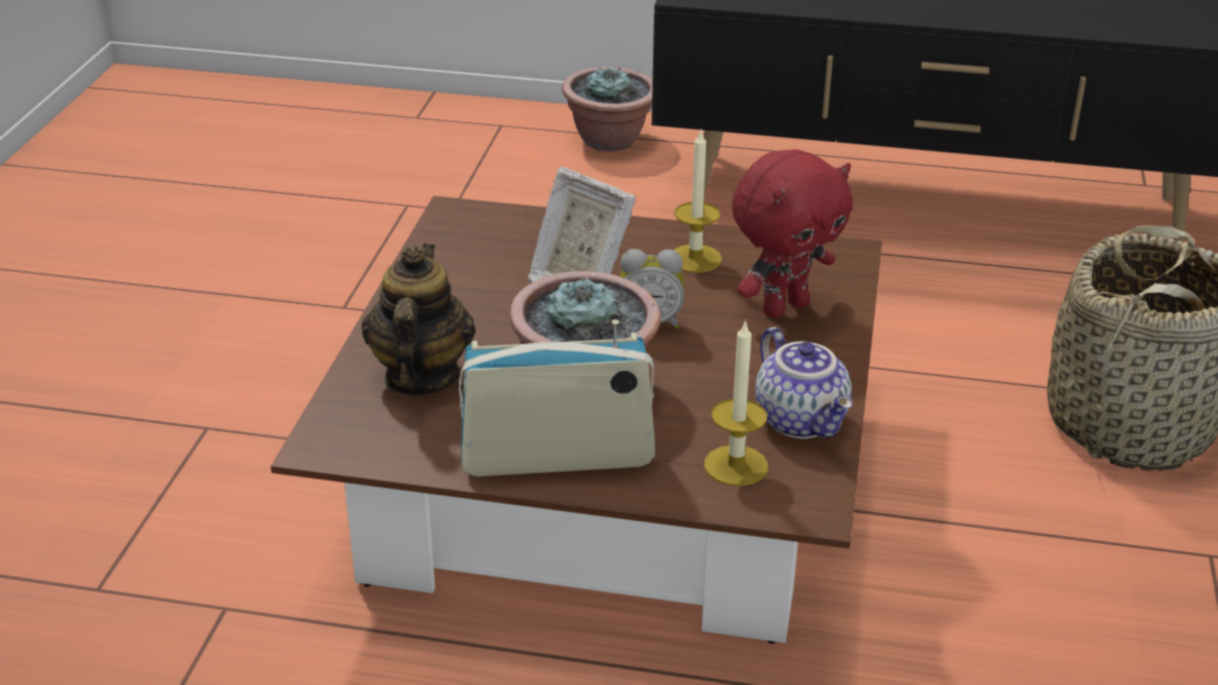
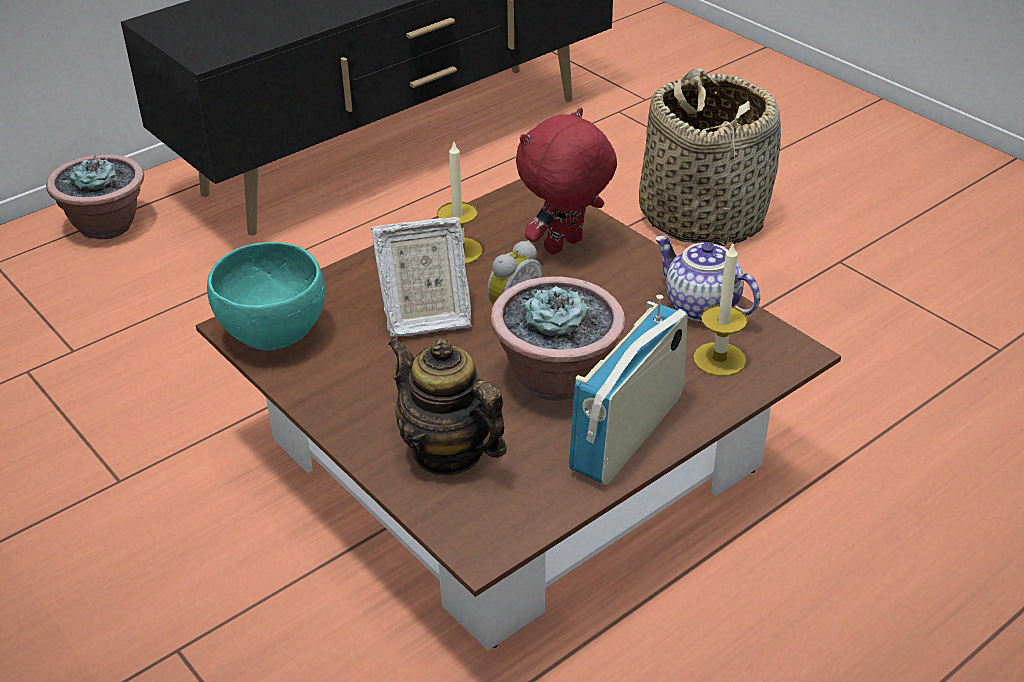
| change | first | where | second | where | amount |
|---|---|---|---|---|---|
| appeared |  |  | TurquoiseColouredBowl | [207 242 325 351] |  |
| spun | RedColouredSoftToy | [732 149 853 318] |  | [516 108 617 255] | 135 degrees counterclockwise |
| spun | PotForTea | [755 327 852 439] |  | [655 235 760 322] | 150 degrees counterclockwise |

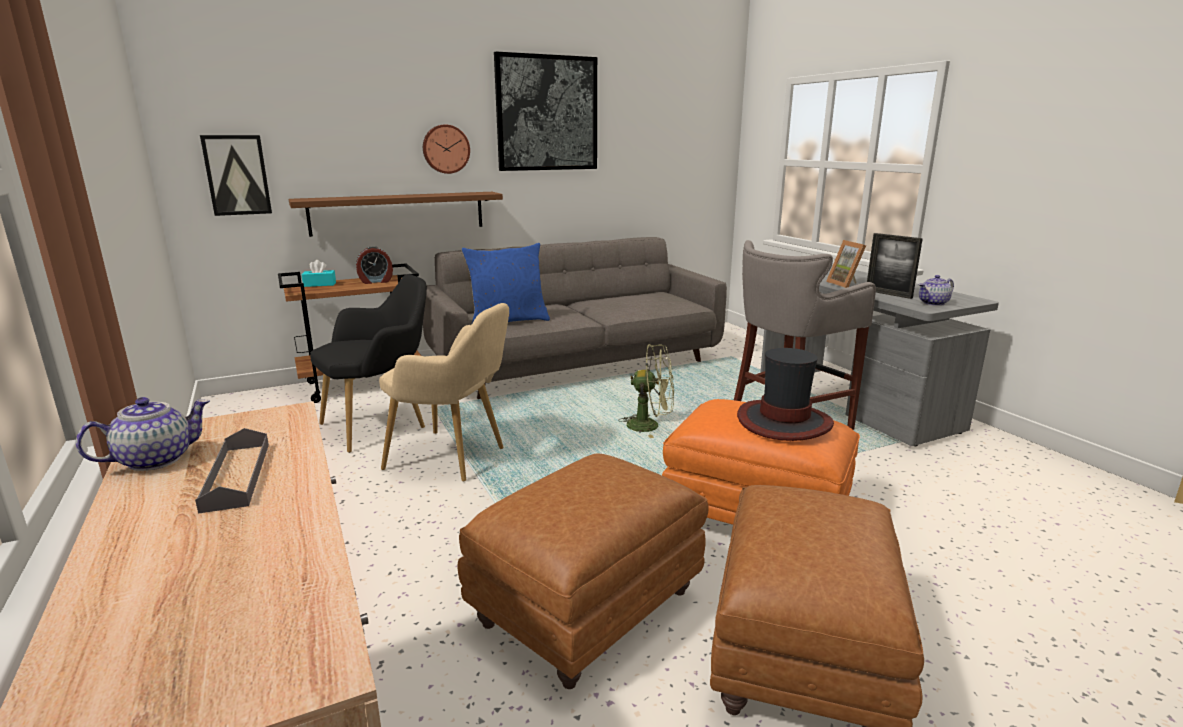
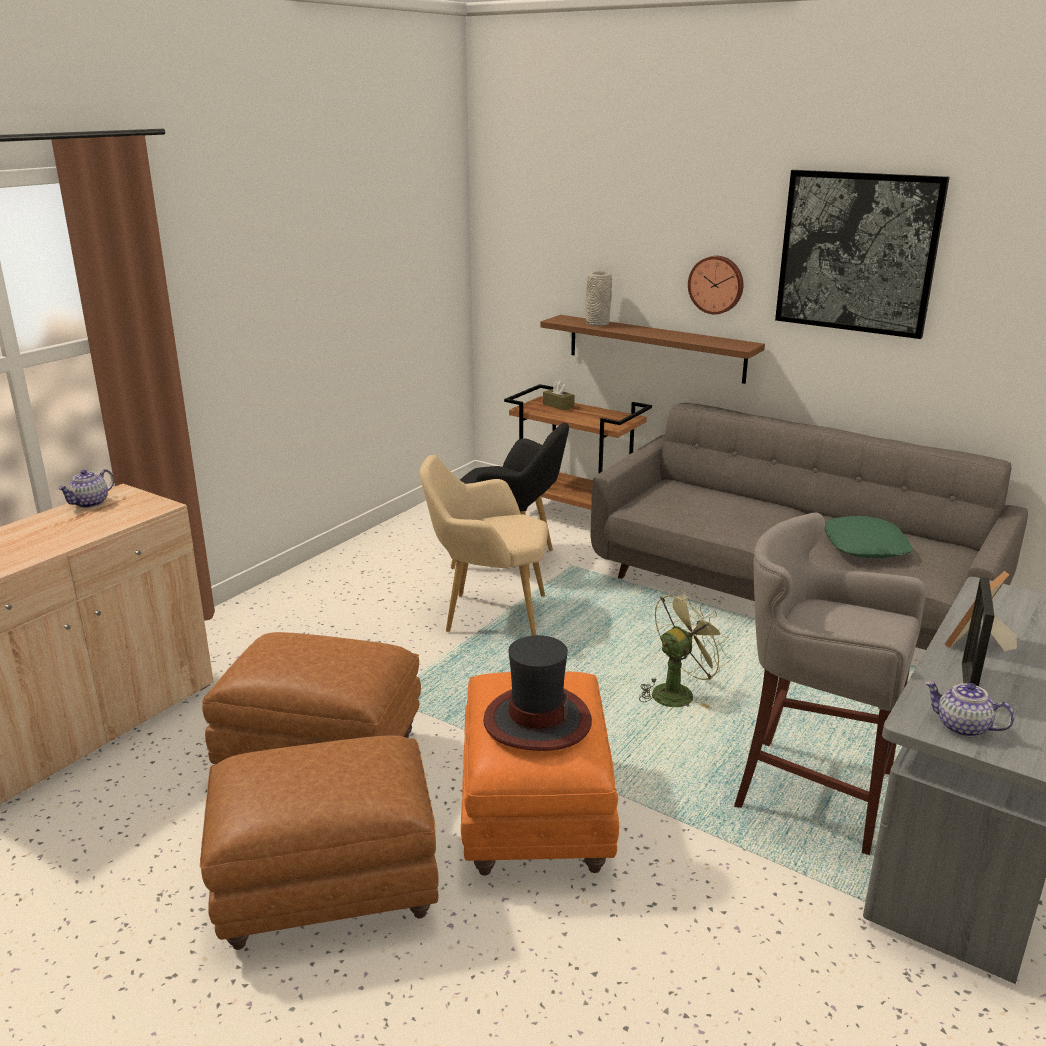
| change | first | where | second | where | amount |
|---|---|---|---|---|---|
| spun | PotForTea | [76 397 210 471] |  | [57 469 114 508] | 105 degrees clockwise |
| spun | SandColouredLoungeChair | [379 303 509 482] |  | [420 455 548 636] | 105 degrees clockwise |
| colour | TurquoiseColouredBoxOfTissues | [302 260 336 287] | BrownBoxOfTissues | [543 381 575 410] |  |
| appeared |  |  | GrayDecorativeVase | [586 271 612 326] |  |
| spun | GreenishElectricFan | [618 344 674 438] |  | [639 590 730 709] | 105 degrees counterclockwise |
| appeared |  |  | GreenishCushion | [824 516 913 558] |  |
| missing | GrayServingTray | [195 428 269 514] |  |  |  |
| missing | WallArt | [200 135 272 216] |  |  |  |
| missing | TableClock | [356 246 393 284] |  |  |  |
| missing | BlueColouredCushion | [462 243 550 323] |  |  |  |

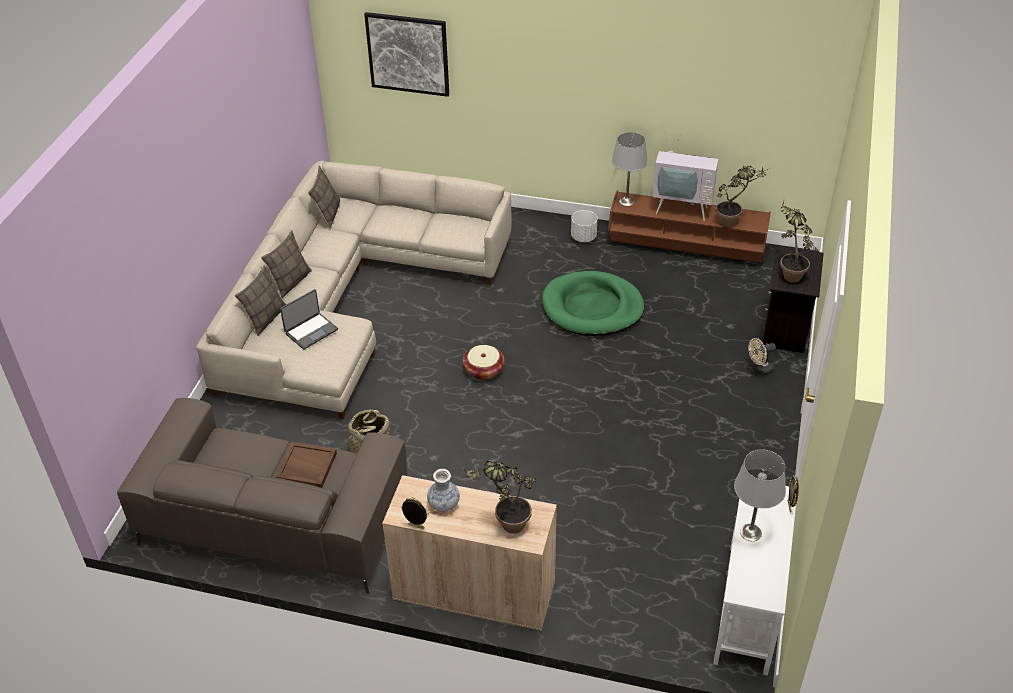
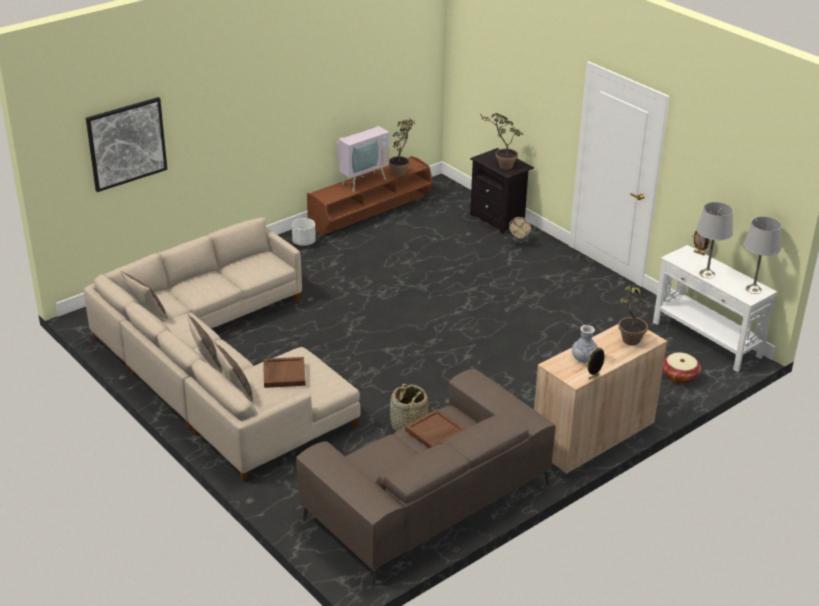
| change | first | where | second | where | amount |
|---|---|---|---|---|---|
| exchanged | PortableComputer | [280 289 338 349] | BrownServingTray | [263 357 306 388] |  |
| relocated | HouseholdBasket | [463 345 504 380] |  | [663 352 701 384] |  |
| relocated | GrayTabletopLamp | [612 132 648 206] |  | [743 217 782 294] |  |
| missing | GreenishDogBed | [542 271 644 336] |  |  |  |

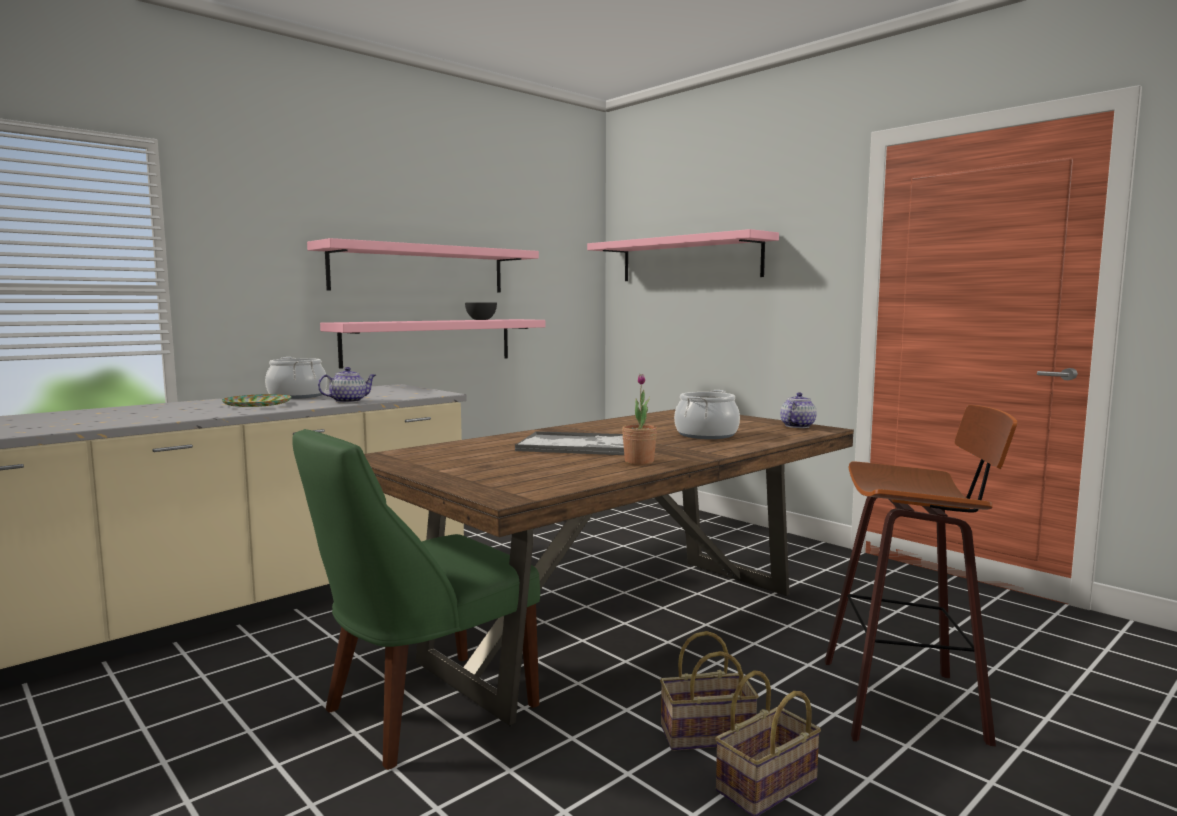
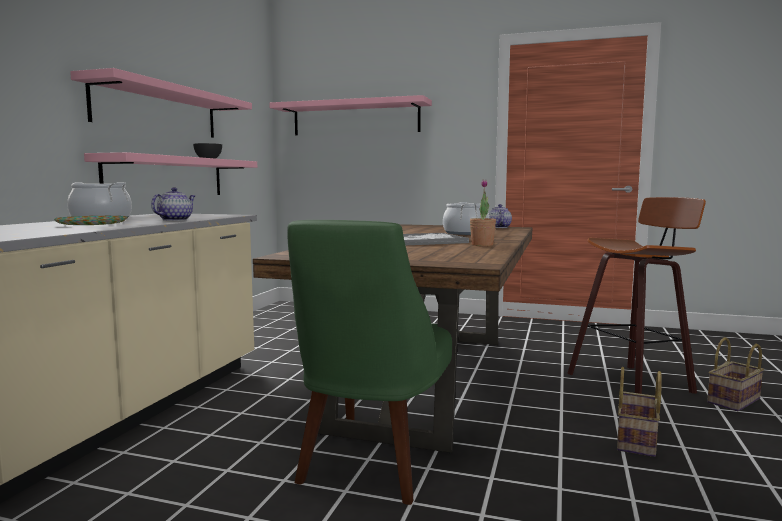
| change | first | where | second | where | amount |
|---|---|---|---|---|---|
| relocated | HouseholdBasket | [660 631 759 751] |  | [707 337 764 411] |  |

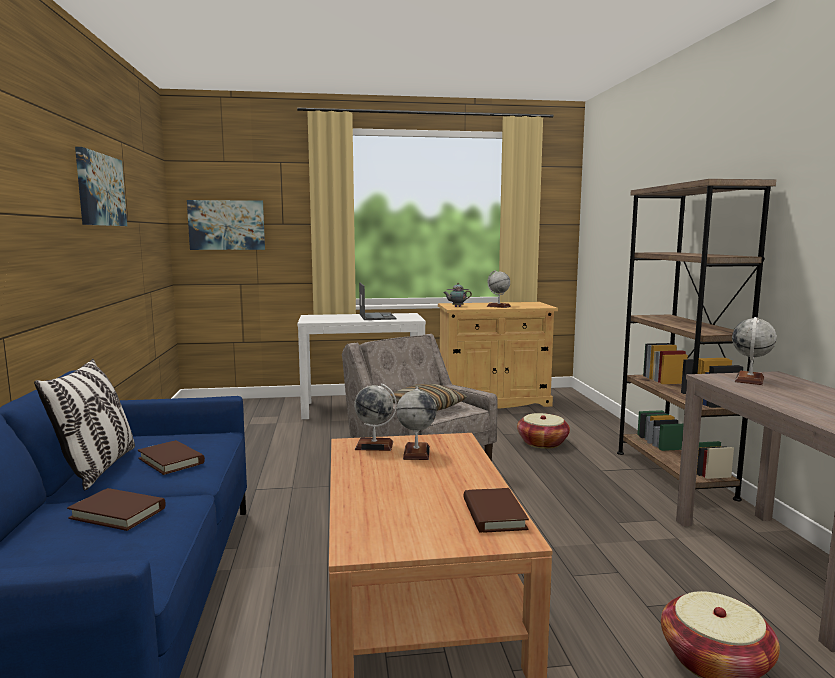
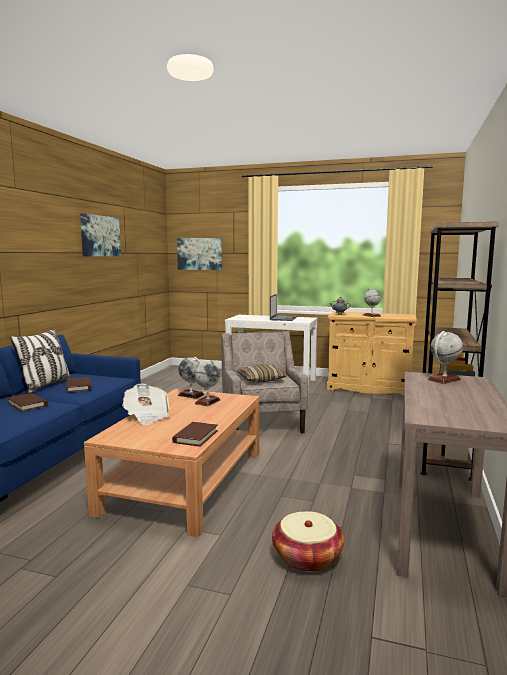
| change | first | where | second | where | amount |
|---|---|---|---|---|---|
| appeared |  |  | Newspaper | [122 384 169 425] |  |
| missing | HouseholdBasket | [517 413 570 449] |  |  |  |

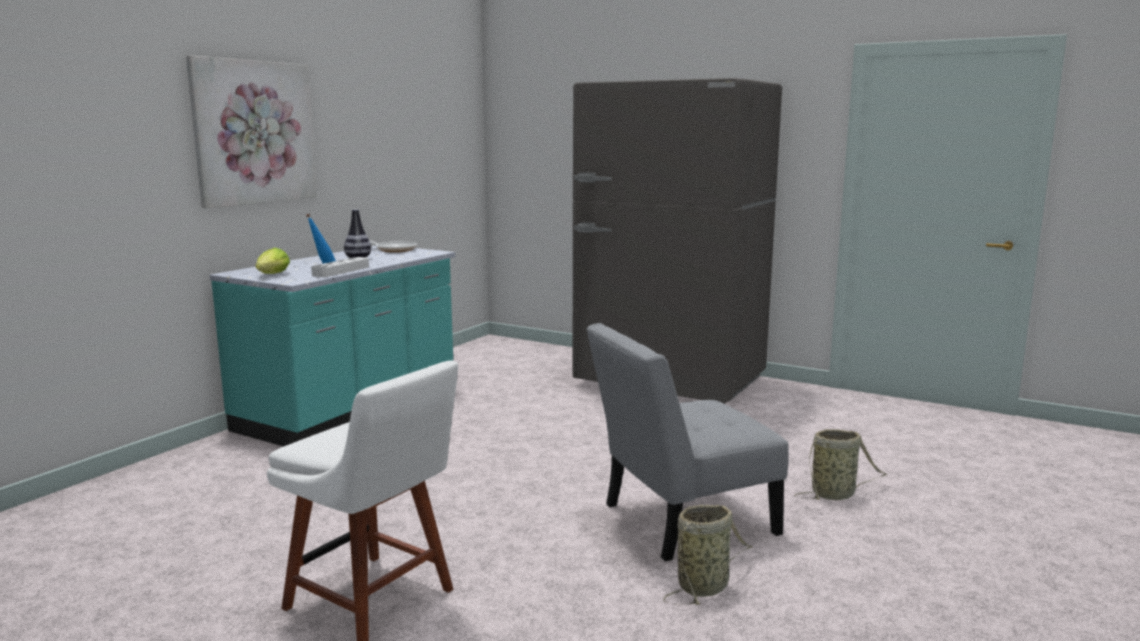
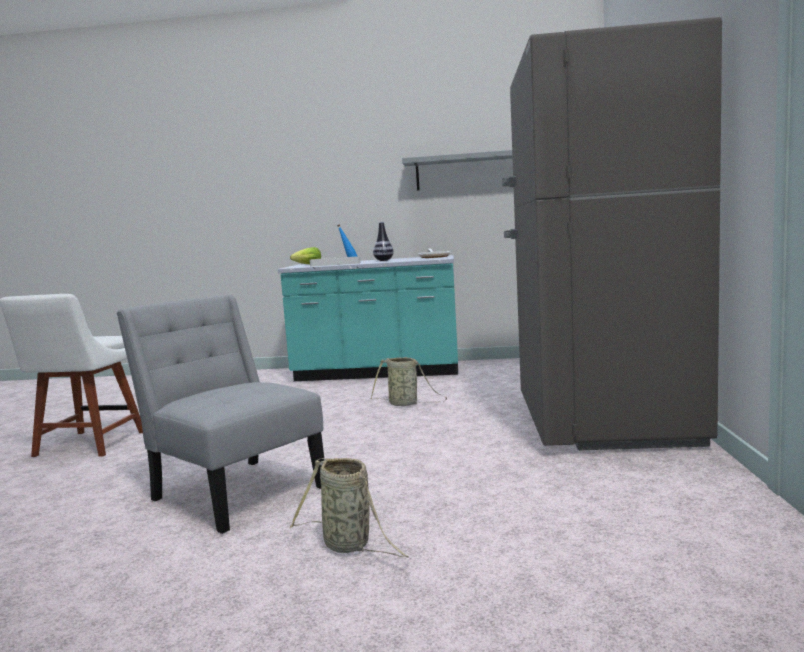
| change | first | where | second | where | amount |
|---|---|---|---|---|---|
| relocated | HouseholdBasket | [663 505 753 605] |  | [371 357 447 406] |  |
| appeared |  |  | GrayShelf | [402 150 513 191] |  |
| missing | WallArt | [186 55 317 208] |  |  |  |

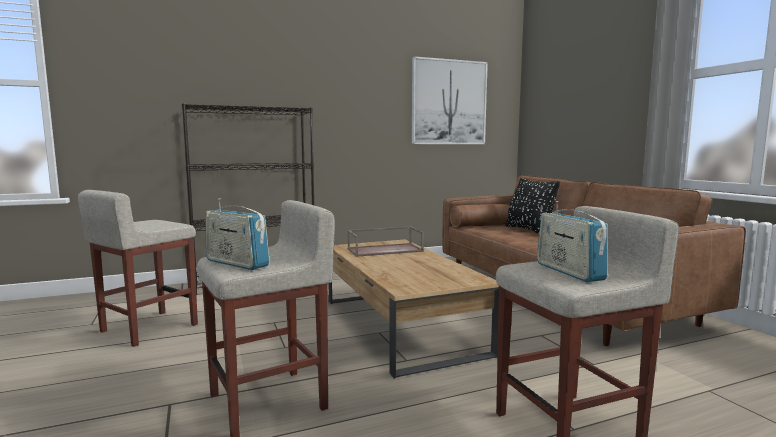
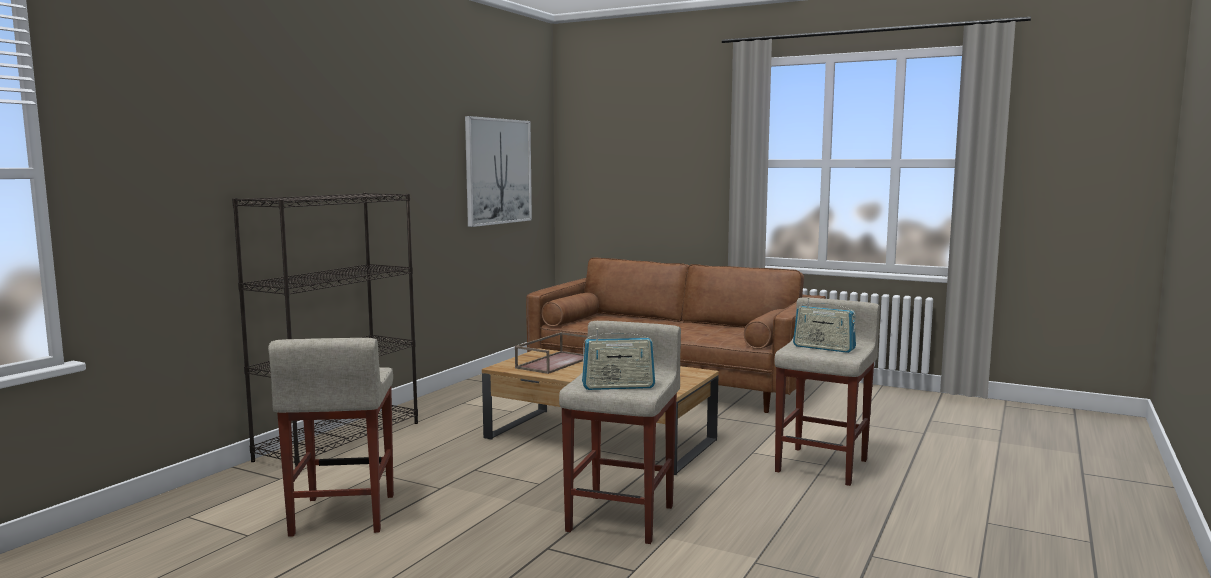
| change | first | where | second | where | amount |
|---|---|---|---|---|---|
| missing | BlackCushion | [505 178 560 234] |  |  |  |

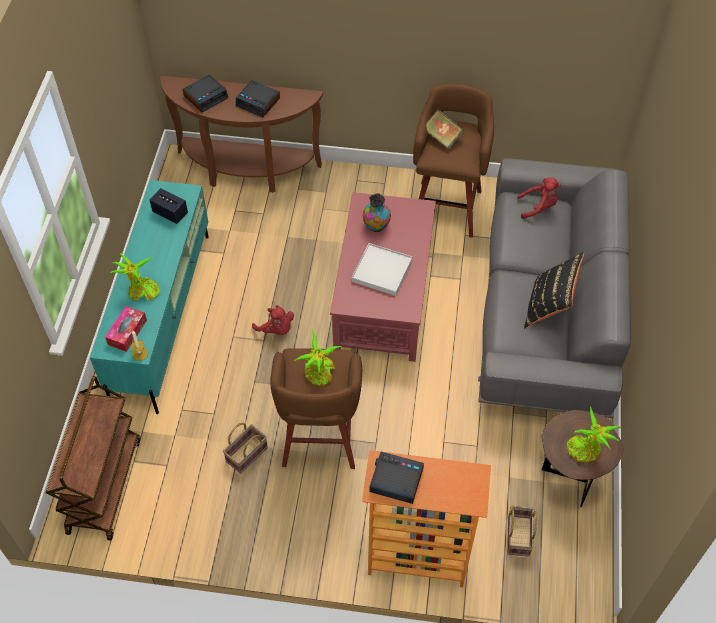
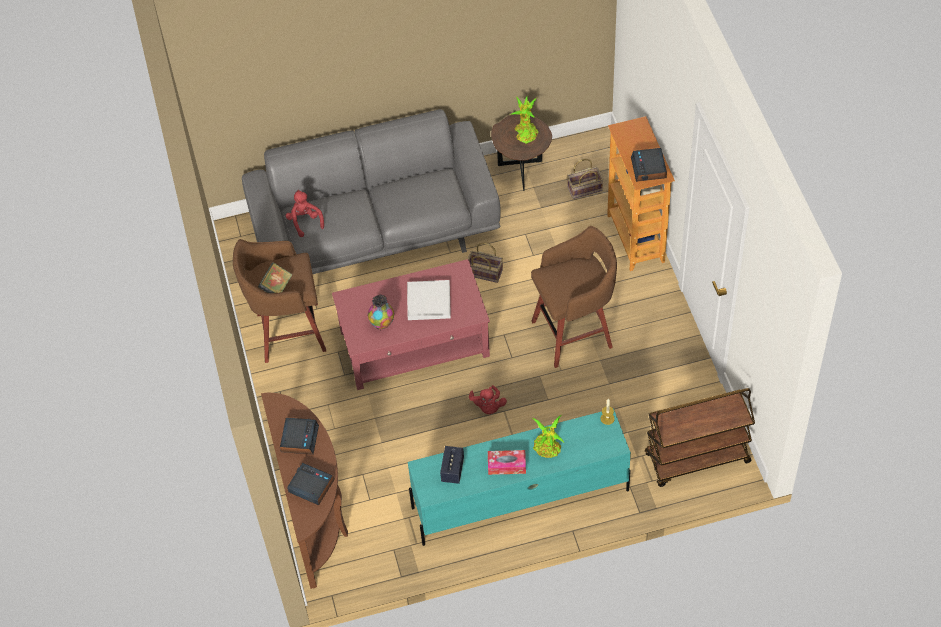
| change | first | where | second | where | amount |
|---|---|---|---|---|---|
| relocated | HouseholdBasket | [223 423 268 474] |  | [468 243 503 283] |  |
| spun | RedColouredSoftToy | [252 305 294 335] |  | [469 385 507 414] | 150 degrees clockwise |
| relocated | BoxOfTissues | [105 306 147 352] |  | [488 450 526 475] |  |
| missing | PottedPlant | [295 330 341 386] |  |  |  |
| missing | BlackCushion | [524 252 584 329] |  |  |  |

